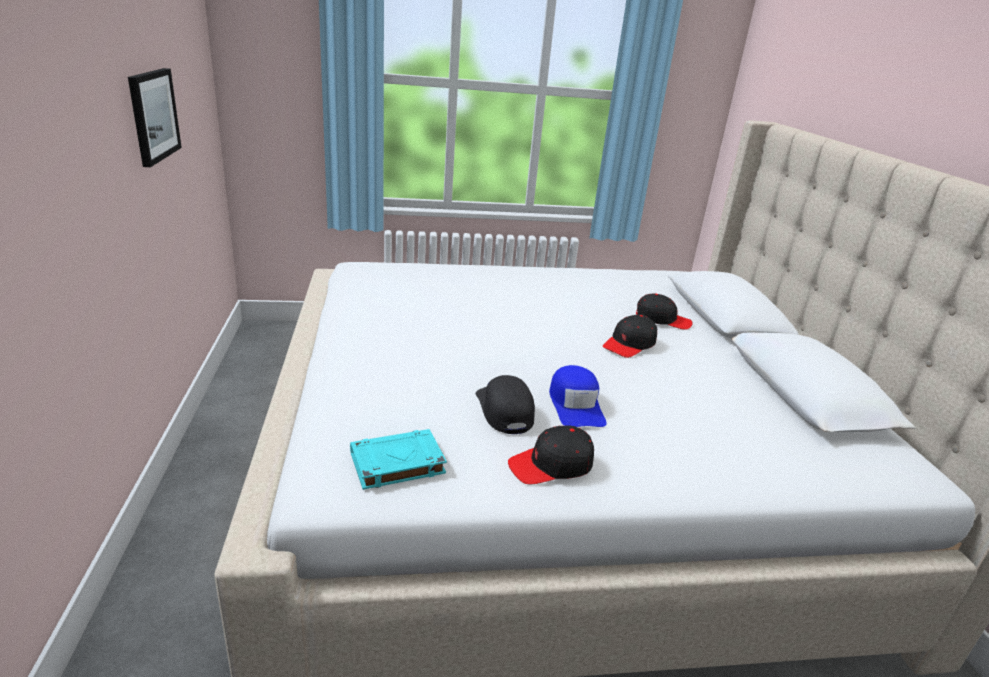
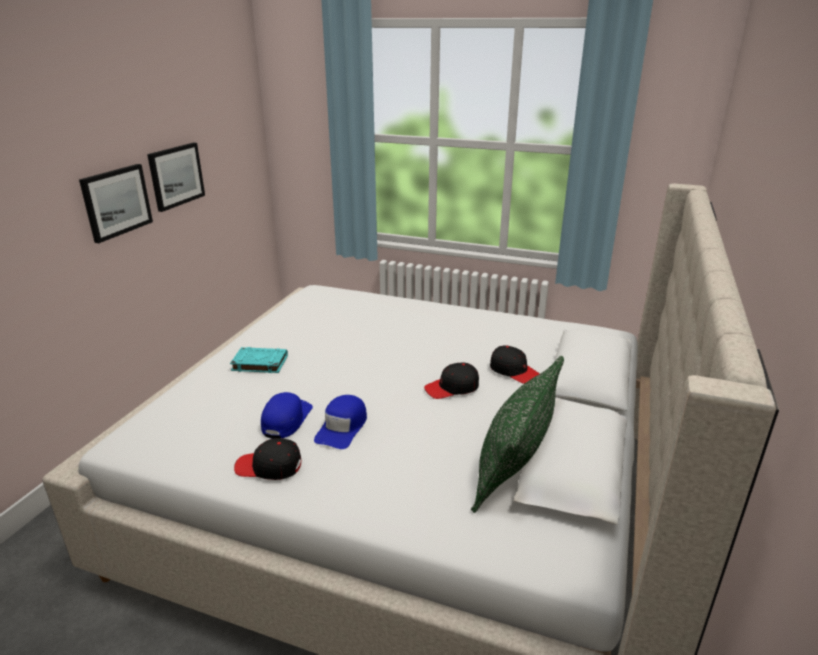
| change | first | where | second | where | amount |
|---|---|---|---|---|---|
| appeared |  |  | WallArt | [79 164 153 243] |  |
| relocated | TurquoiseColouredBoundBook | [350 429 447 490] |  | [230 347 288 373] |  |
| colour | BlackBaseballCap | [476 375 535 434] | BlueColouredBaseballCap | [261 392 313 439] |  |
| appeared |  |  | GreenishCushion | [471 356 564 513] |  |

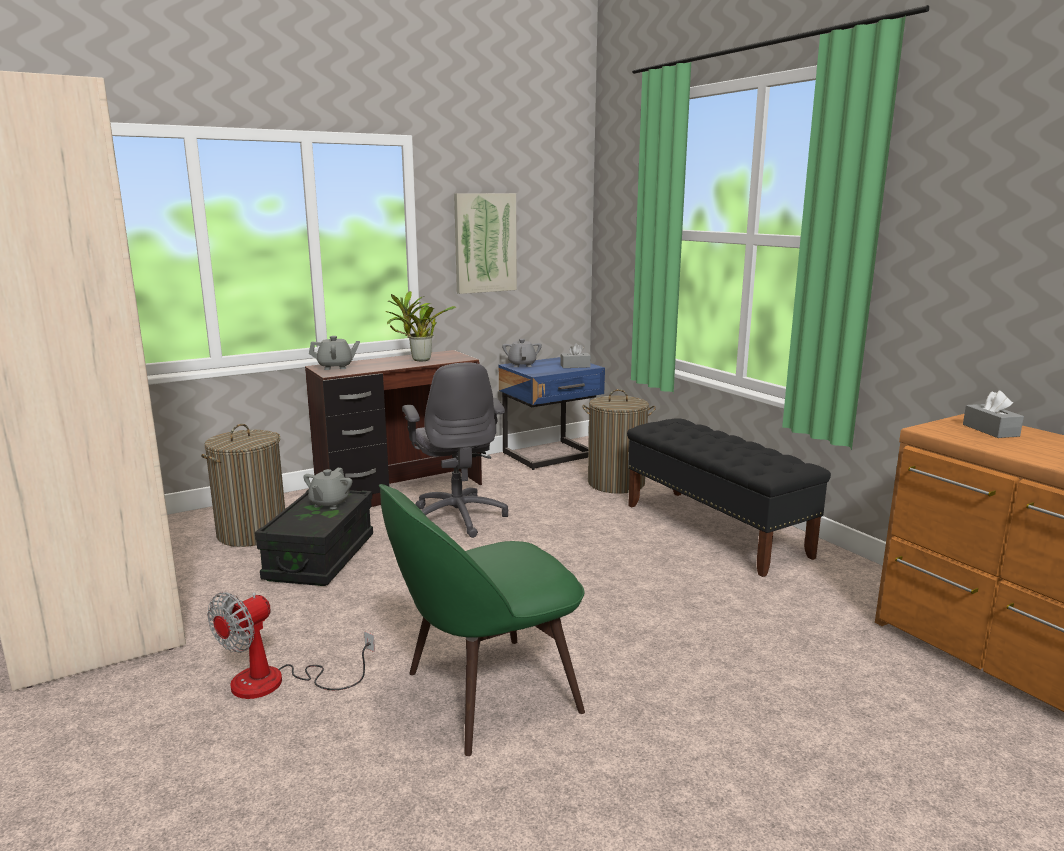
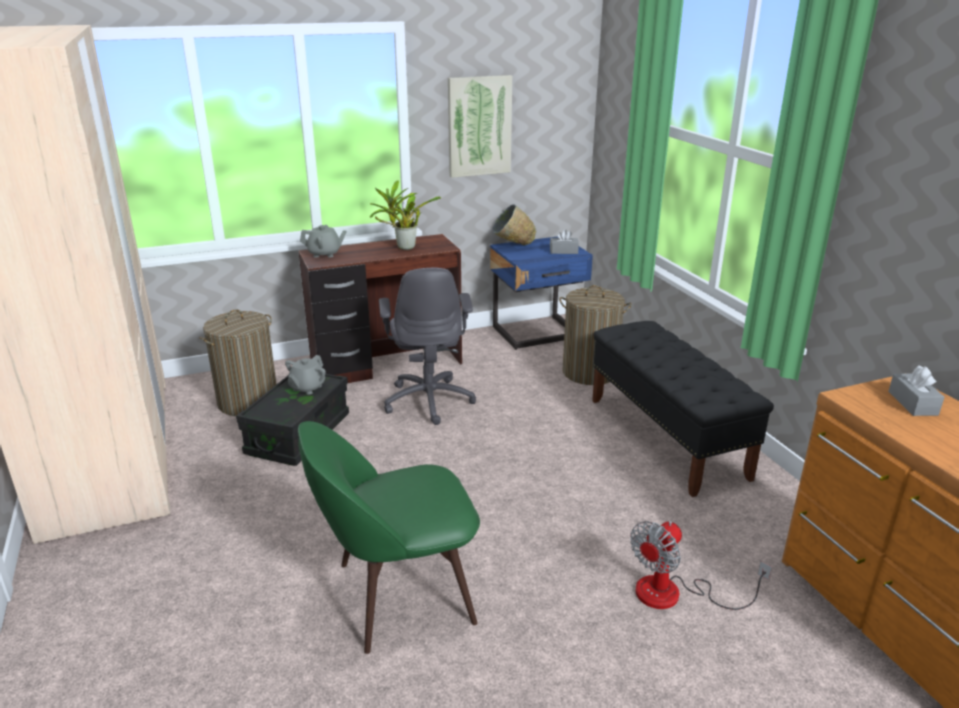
| change | first | where | second | where | amount |
|---|---|---|---|---|---|
| exchanged | GrayPotForTea | [502 339 542 367] | GrayBowl | [492 204 536 245] |  |
| relocated | ElectricFan | [207 592 375 699] |  | [630 521 772 610] |  |

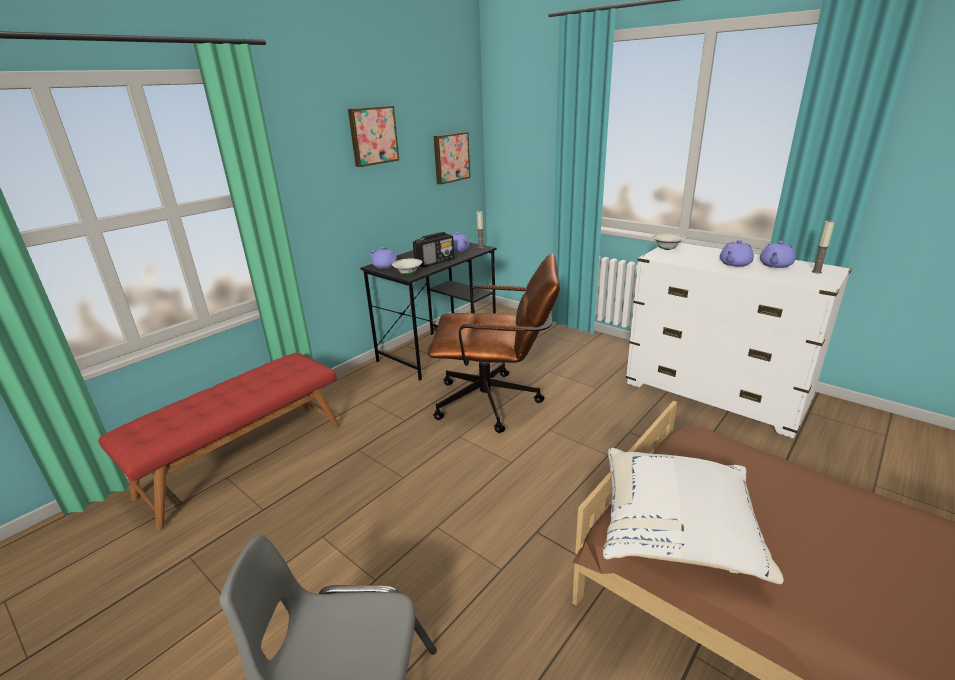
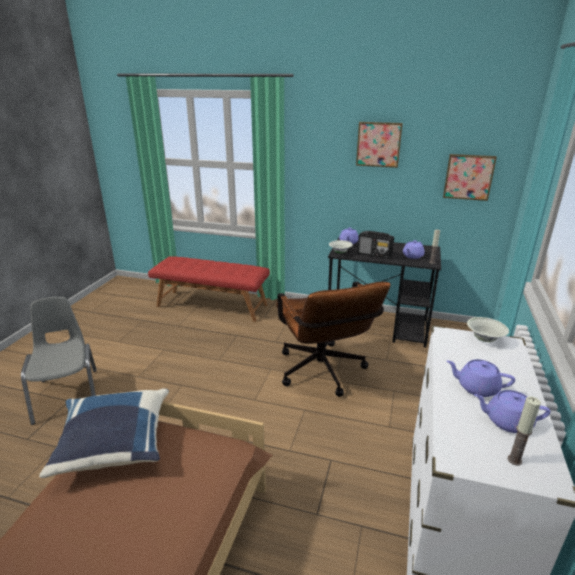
| change | first | where | second | where | amount |
|---|---|---|---|---|---|
| colour | WhiteCushion | [603 448 784 584] | BlueColouredCushion | [39 388 169 478] |  |

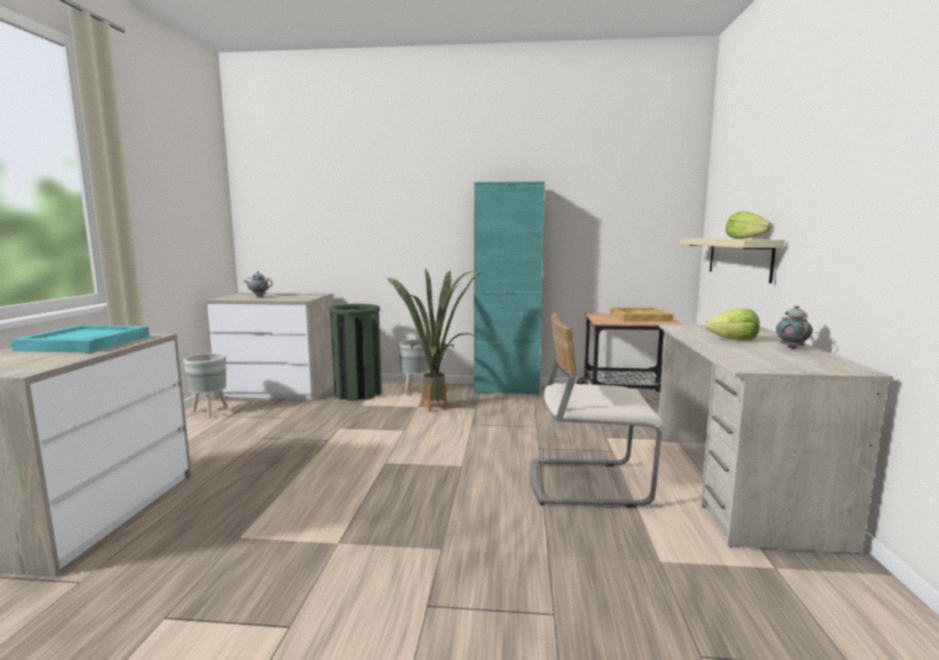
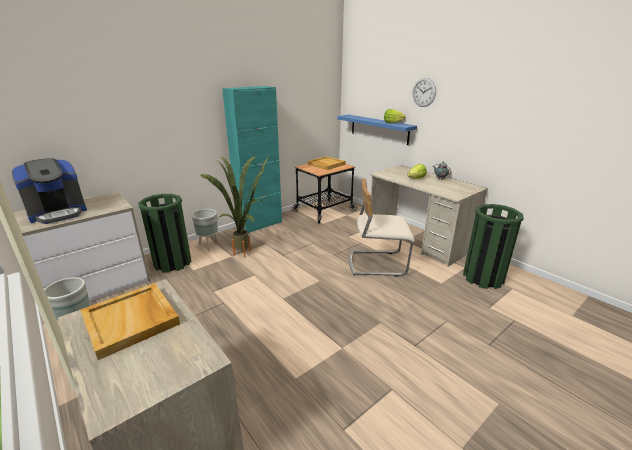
| change | first | where | second | where | amount |
|---|---|---|---|---|---|
| exchanged | PotForTea | [243 271 273 297] | CoffeeBrewer | [12 158 87 224] |  |
| colour | TurquoiseColouredServingTray | [11 325 150 353] | SandColouredServingTray | [81 283 180 360] |  |
| colour | SandColouredShelf | [680 238 785 283] | BlueColouredShelf | [337 115 417 145] |  |
| spun | SandColouredChair | [530 313 665 508] |  | [349 178 415 277] | 45 degrees clockwise |
| appeared |  |  | WallClock | [413 78 436 107] |  |
| appeared |  |  | GreenishWasteBin | [463 204 524 289] |  |

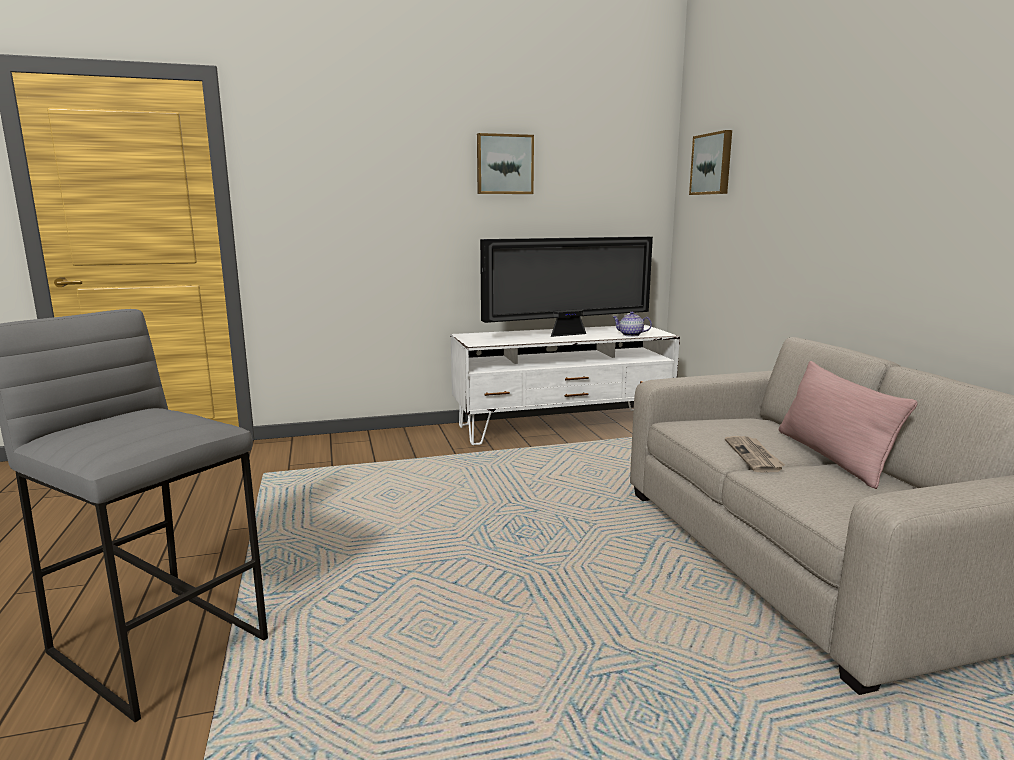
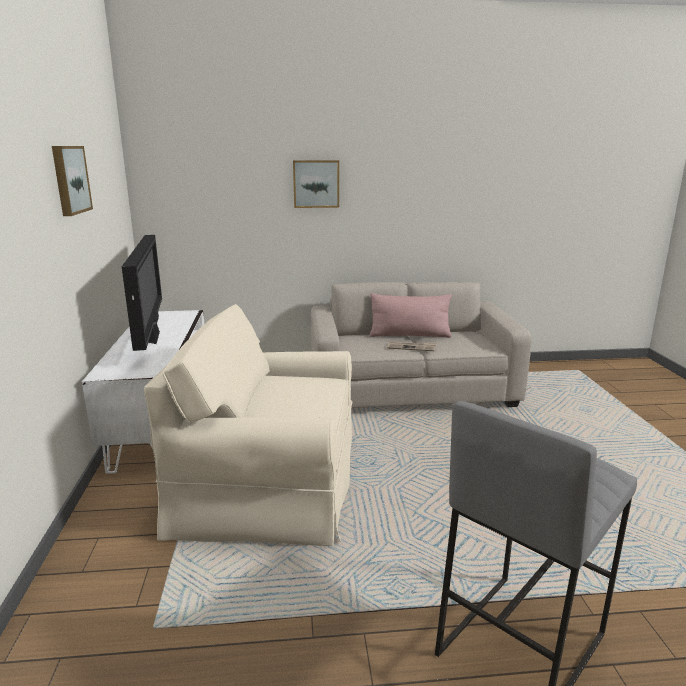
| change | first | where | second | where | amount |
|---|---|---|---|---|---|
| appeared |  |  | SandColouredLoungeChair | [144 304 352 546] |  |
| relocated | WallArt | [689 130 732 195] |  | [293 160 339 208] |  |
| missing | PotForTea | [613 312 652 337] |  |  |  |

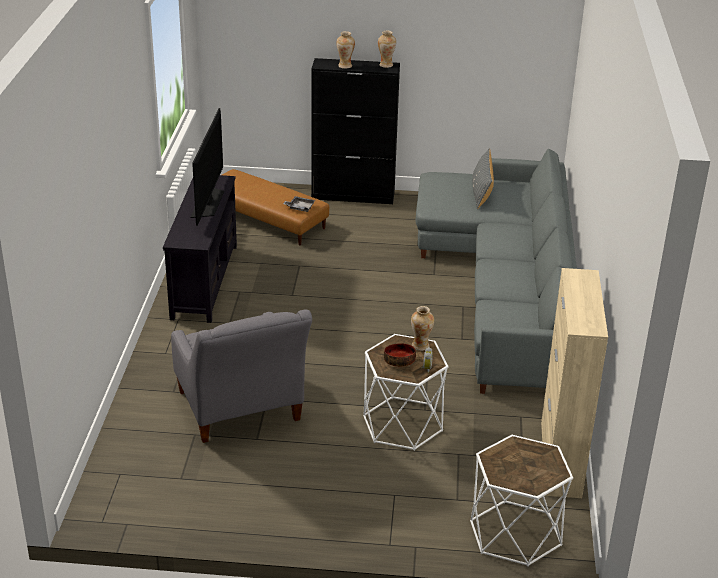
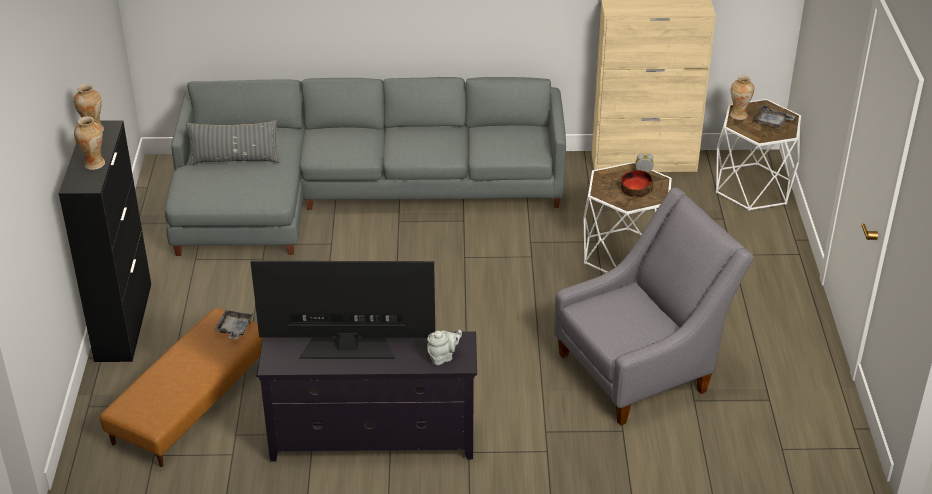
| change | first | where | second | where | amount |
|---|---|---|---|---|---|
| appeared |  |  | GrayPotForTea | [427 330 462 365] |  |
| relocated | DecorativeVase | [411 306 434 351] |  | [730 75 754 120] |  |
| appeared |  |  | GrayServingTray | [755 105 796 128] |  |

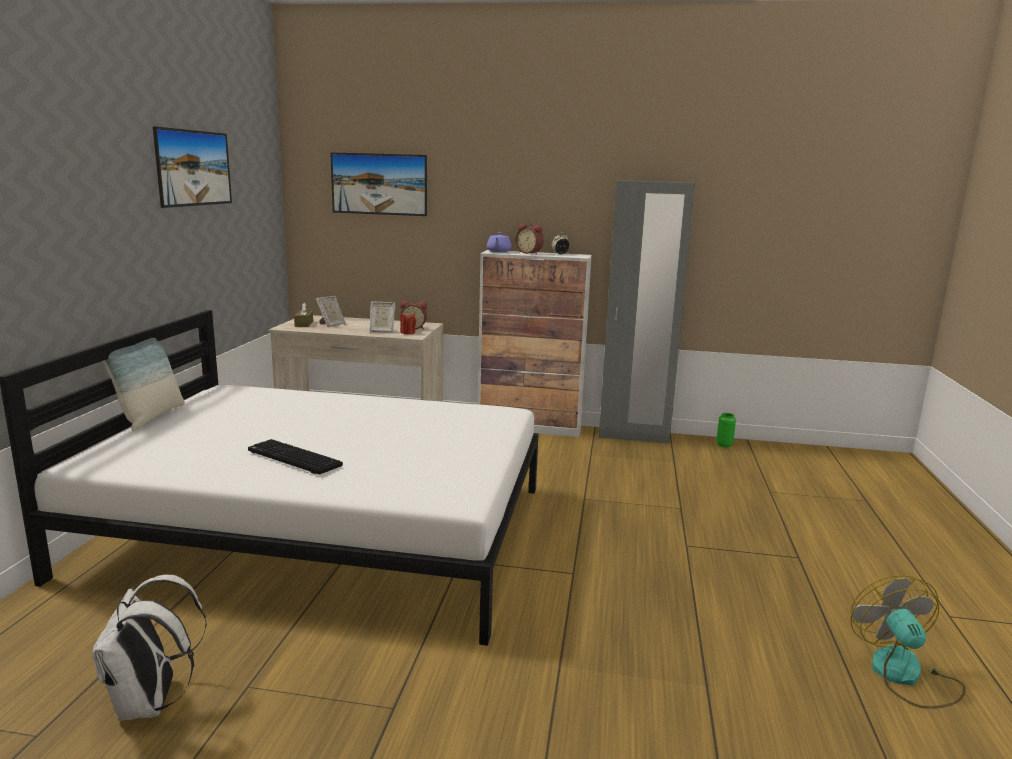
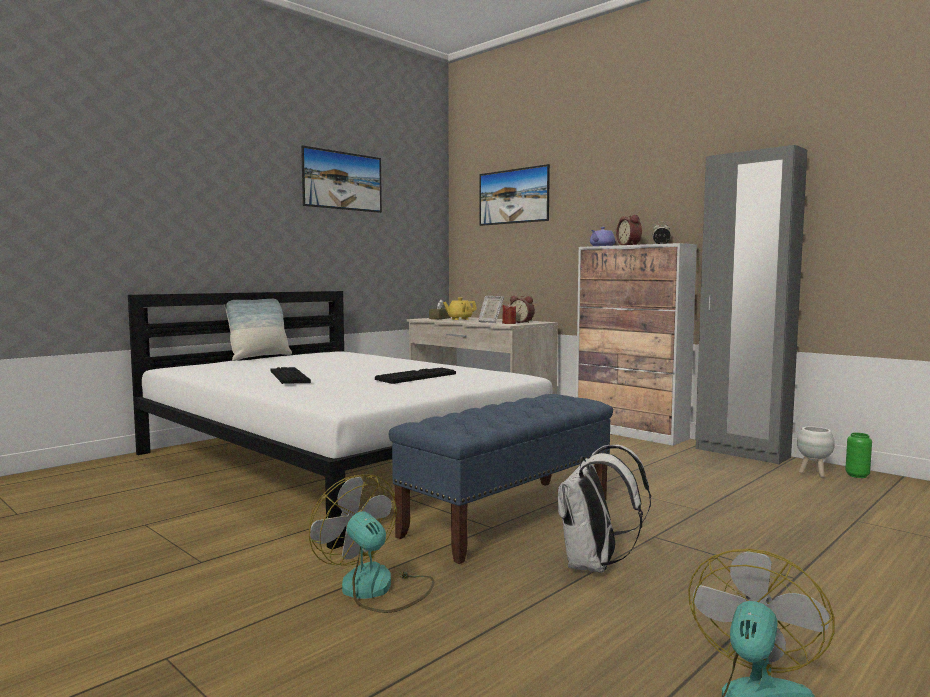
| change | first | where | second | where | amount |
|---|---|---|---|---|---|
| appeared |  |  | ElectricFan | [309 474 434 613] |  |
| appeared |  |  | Keyboard | [375 368 456 384] |  |
| appeared |  |  | BlueColouredIndoorBench | [389 394 613 564] |  |
| exchanged | StandingFrame | [316 296 345 327] | YellowPotForTea | [443 297 477 320] |  |
| relocated | WhiteRucksack | [92 575 207 721] |  | [558 444 651 573] |  |
| appeared |  |  | WhitePlanter | [797 427 835 478] |  |

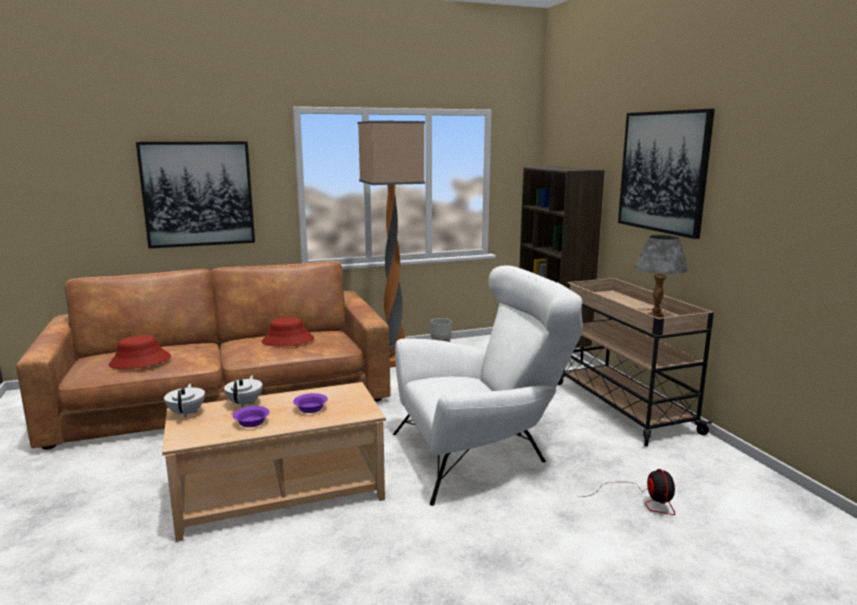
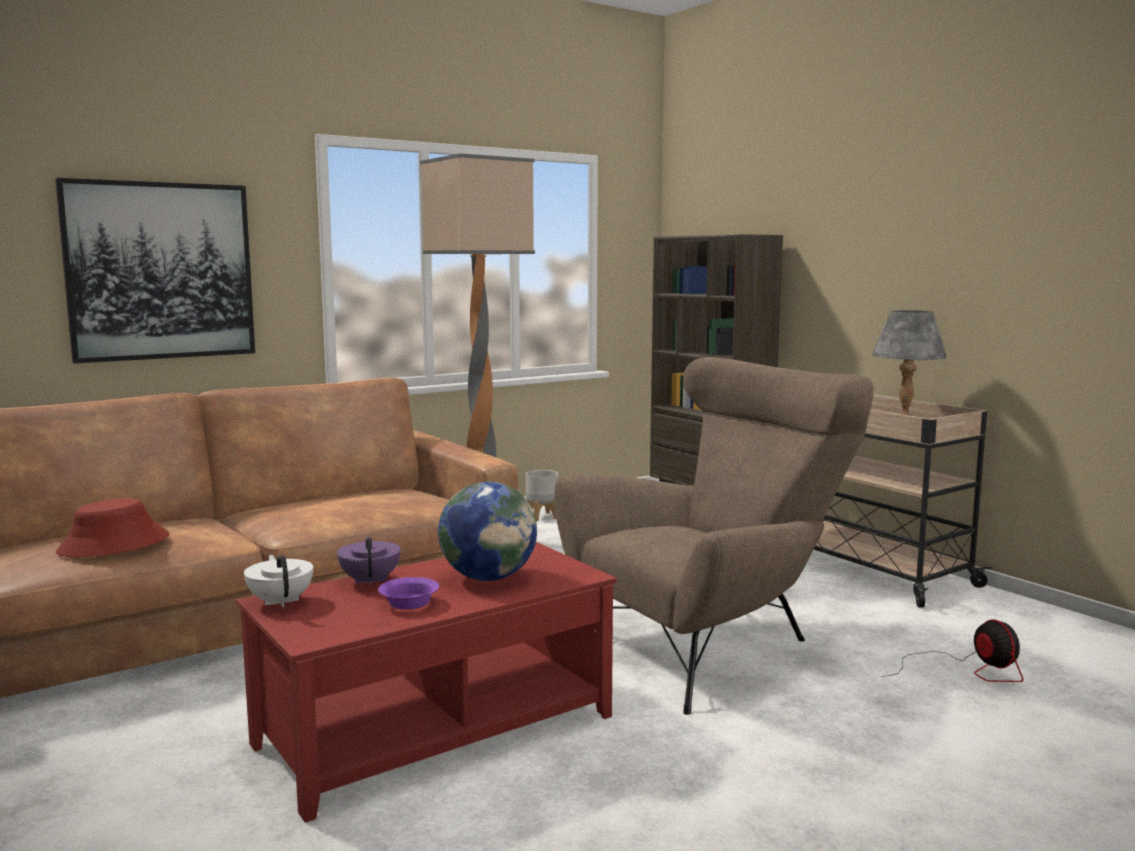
| change | first | where | second | where | amount |
|---|---|---|---|---|---|
| colour | SandColouredCoffeeTable | [162 382 386 542] | RedColouredCoffeeTable | [236 542 617 823] |  |
| colour | WhitePotForTea | [224 375 263 408] | PurpleColouredPotForTea | [337 536 401 587] |  |
| exchanged | PurpleColouredBowl | [293 393 328 413] | Globe | [438 482 537 581] |  |
| colour | WhiteLoungeChair | [393 266 583 506] | BrownLoungeChair | [555 357 873 715] |  |
| missing | RedColouredWearableHat | [262 317 314 346] |  |  |  |
| missing | WallArt | [618 109 715 239] |  |  |  |

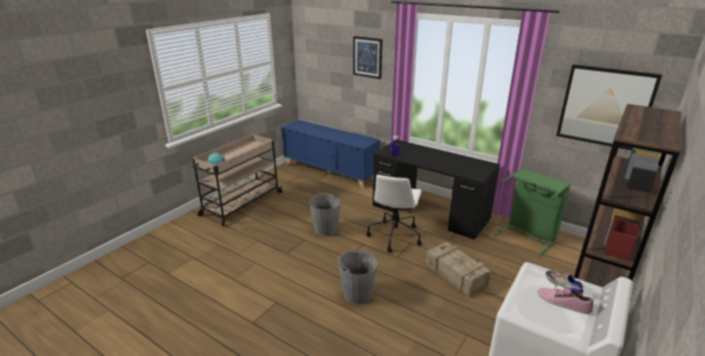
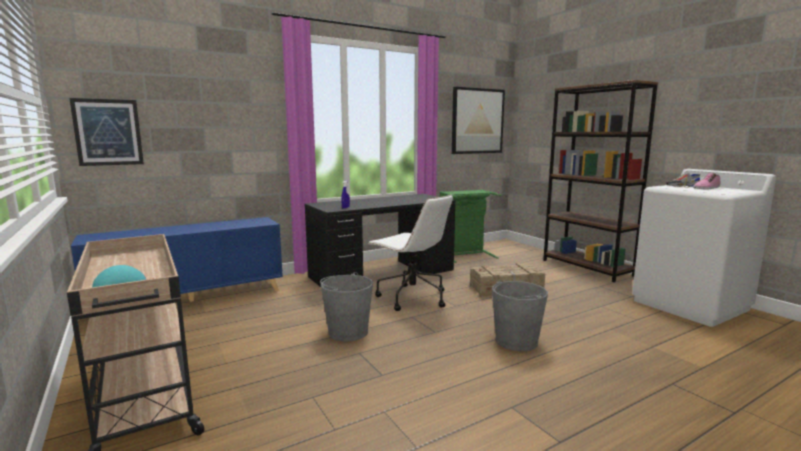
| change | first | where | second | where | amount |
|---|---|---|---|---|---|
| relocated | WallArt | [353 36 382 79] |  | [69 98 144 166] |  |

